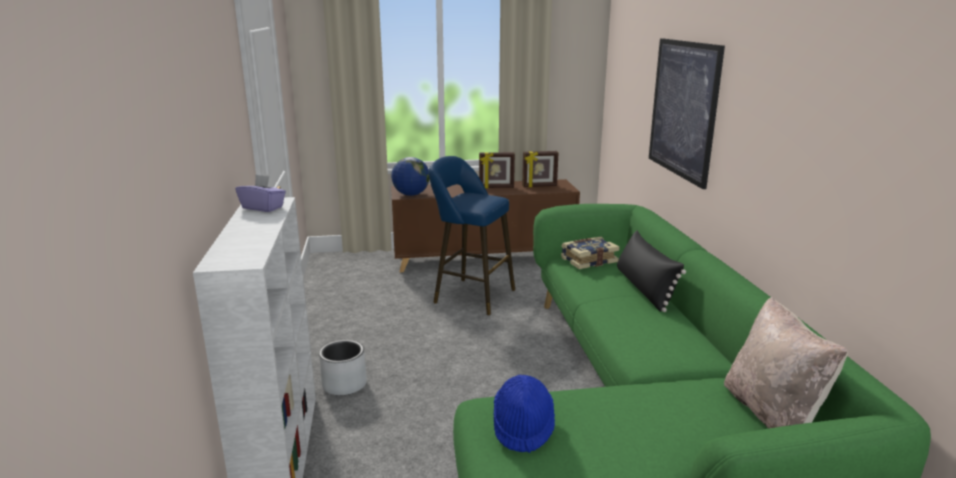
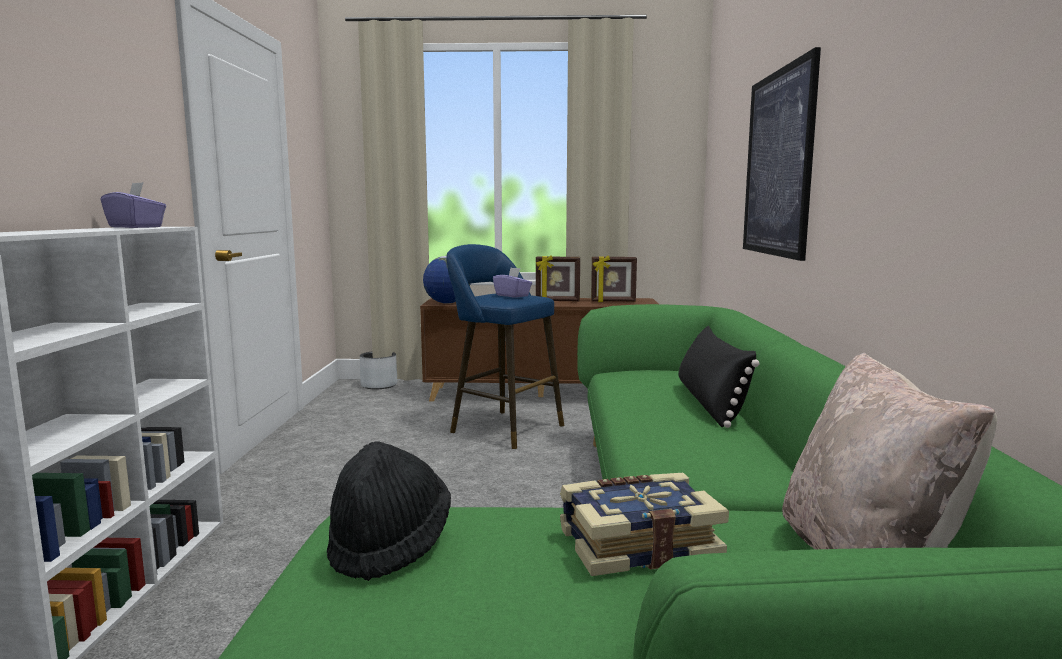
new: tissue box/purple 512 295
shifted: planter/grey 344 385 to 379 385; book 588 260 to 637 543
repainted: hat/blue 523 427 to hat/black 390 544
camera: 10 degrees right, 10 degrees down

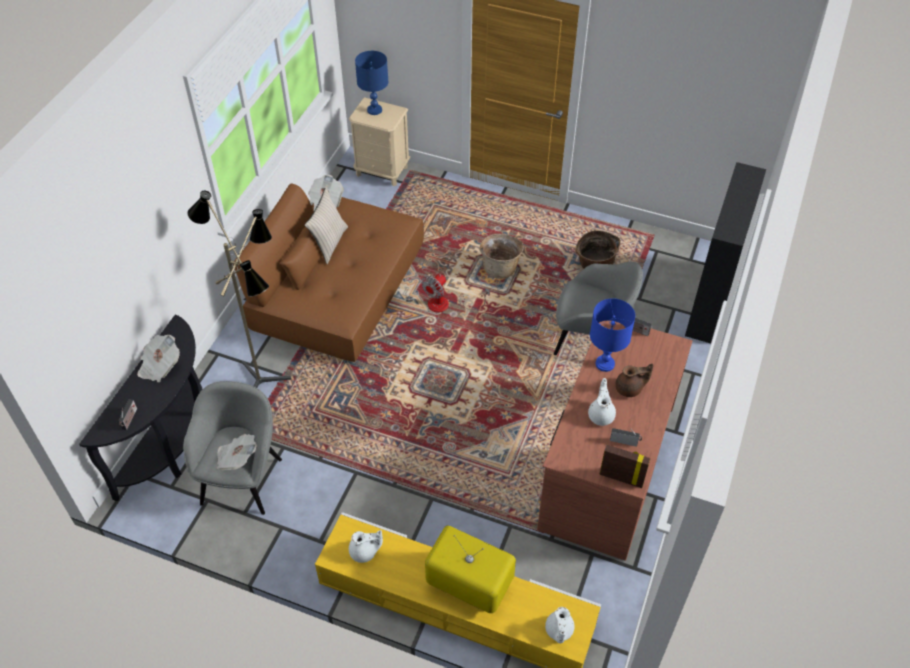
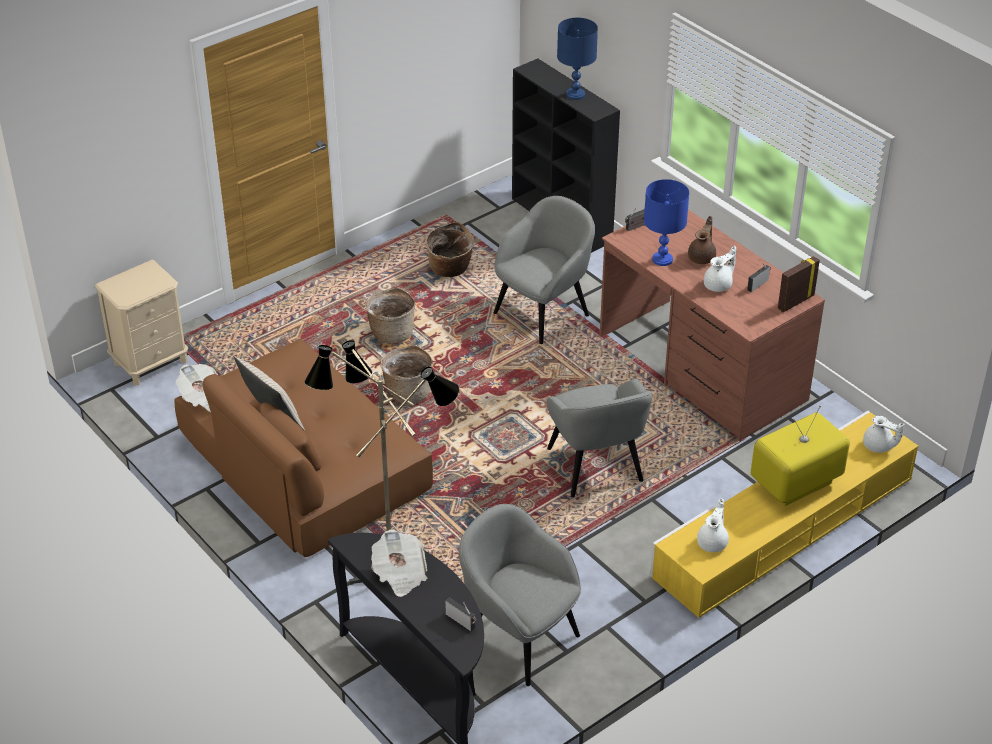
gone: newspaper 237 458
new: armchair/grey 595 467
shifted: table lamp/blue 374 110 to 575 94
swapped: fan 446 305 to basket 408 391
rotated: teapot/white 601 415 = 719 285 105 degrees clockwise
camera: 60 degrees left, 10 degrees down

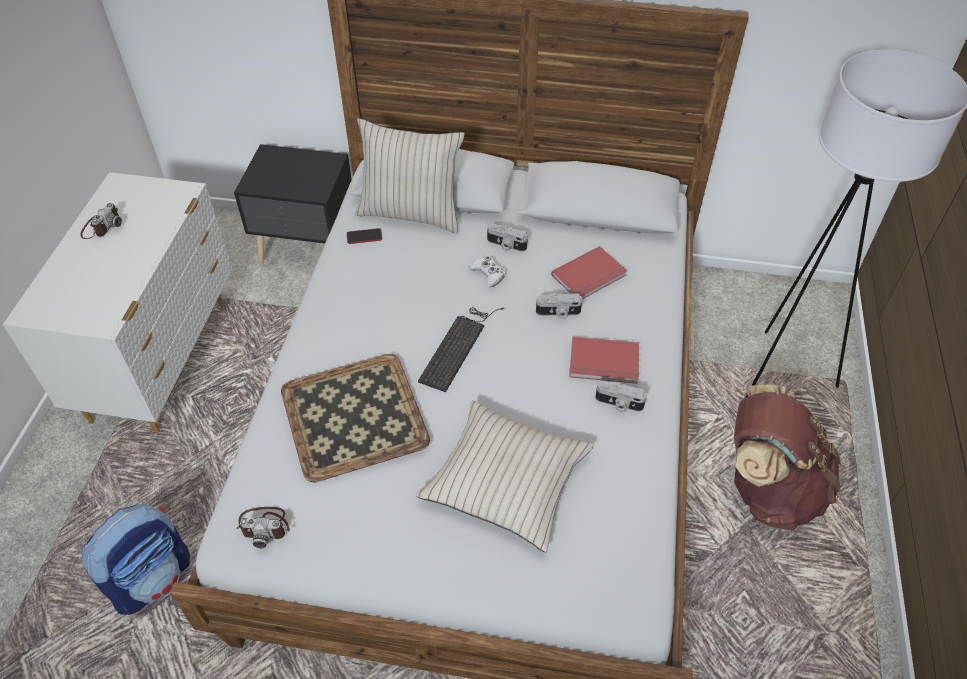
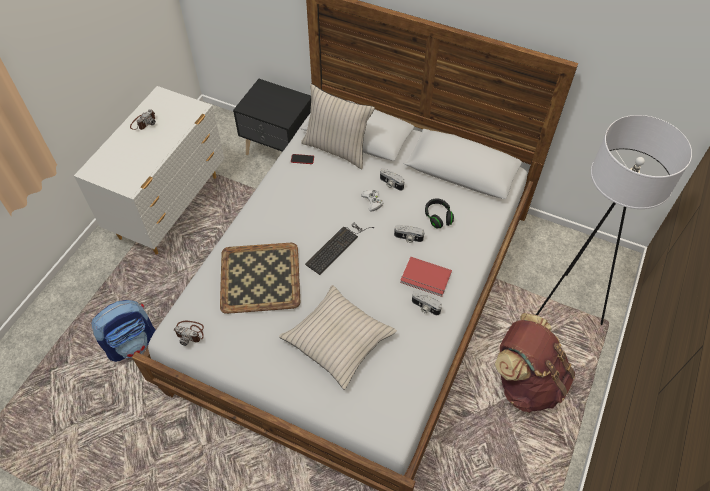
swapped: book/red 590 276 to headphones/black 438 217
camera: 15 degrees right, 5 degrees up

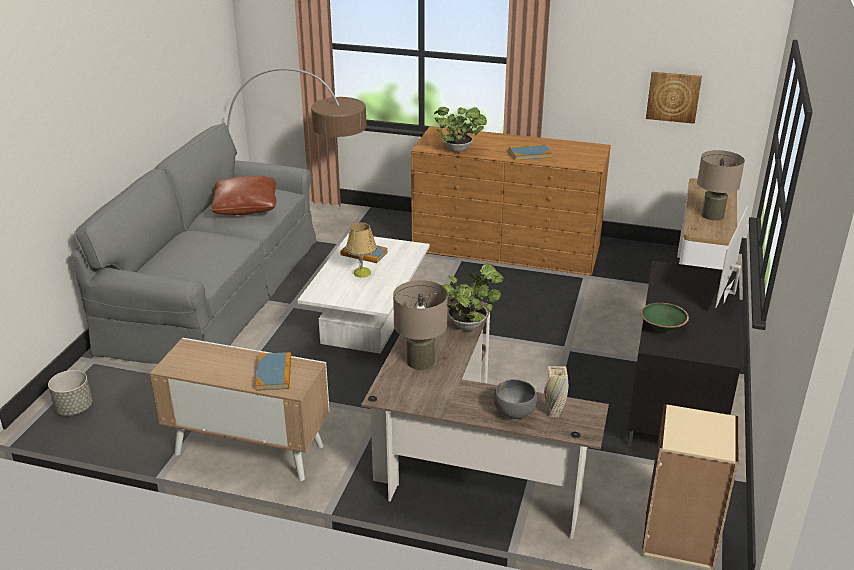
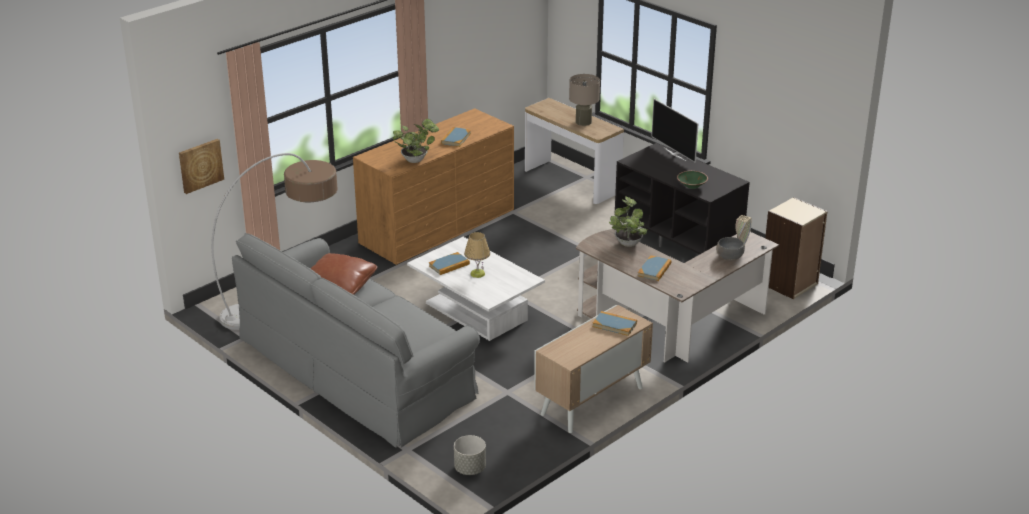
shifted: picture 673 97 to 200 165
swapped: table lamp/beige 420 361 to book 654 270
camera: 60 degrees left, 0 degrees up

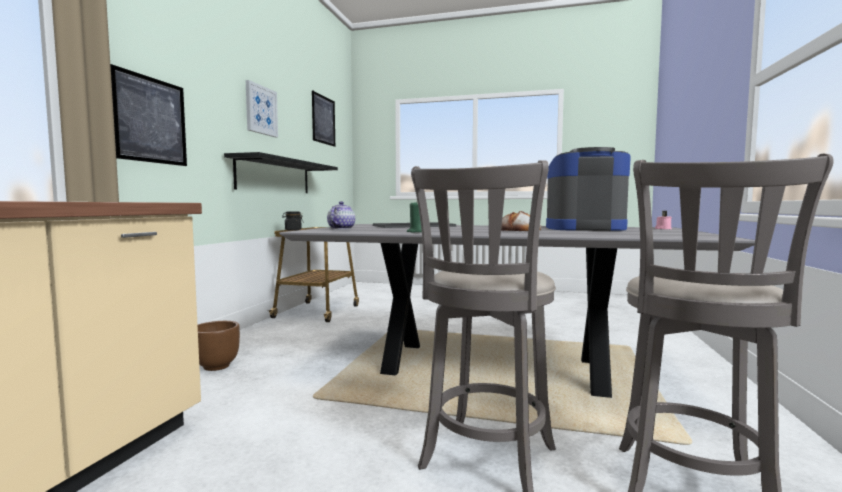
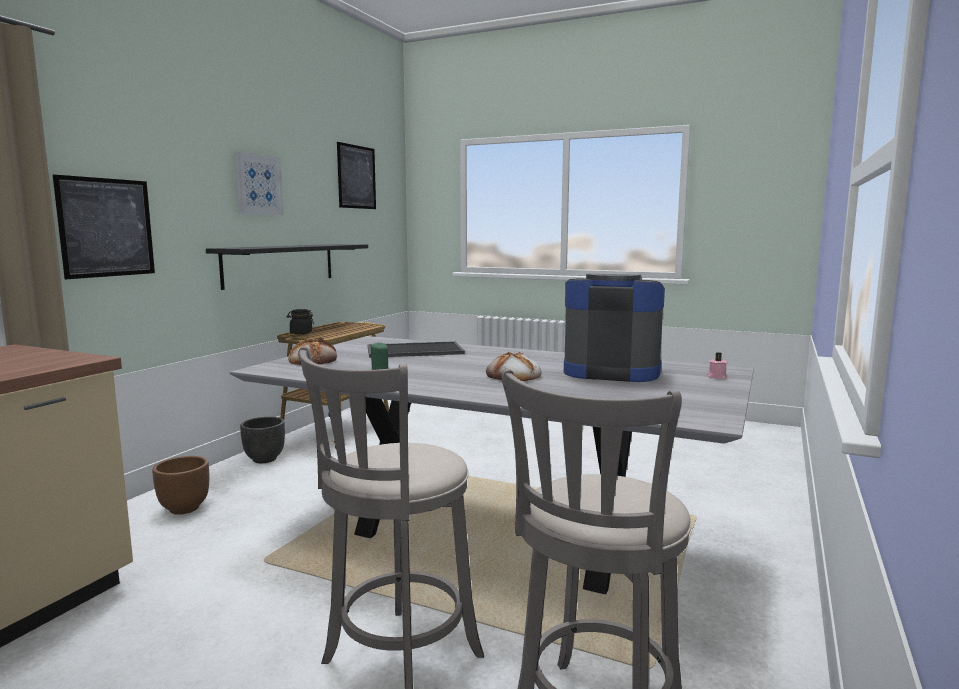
new: planter/black 264 459
swapped: teapot 341 228 to bread 313 360
camera: 10 degrees right, 5 degrees up

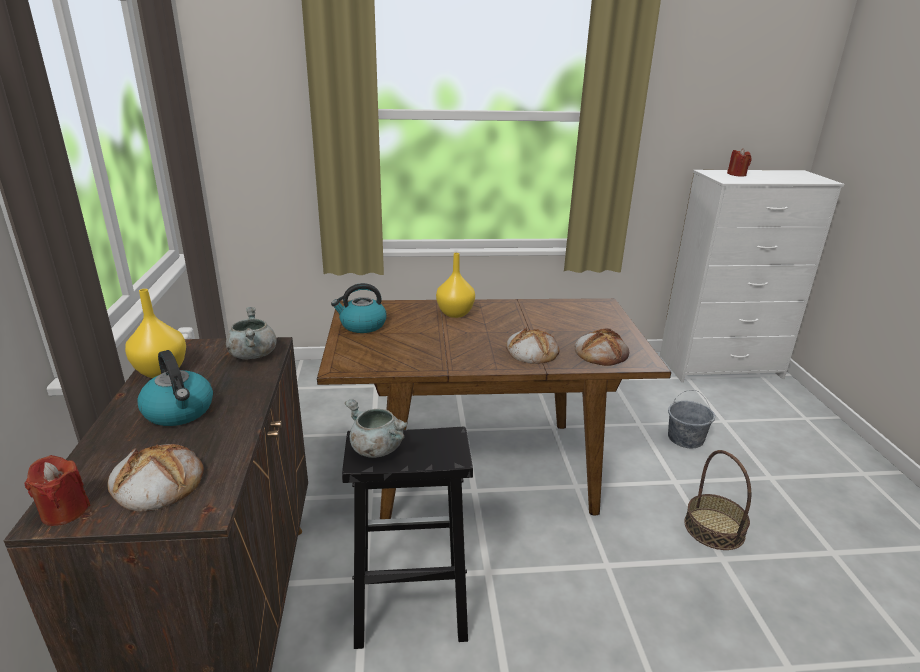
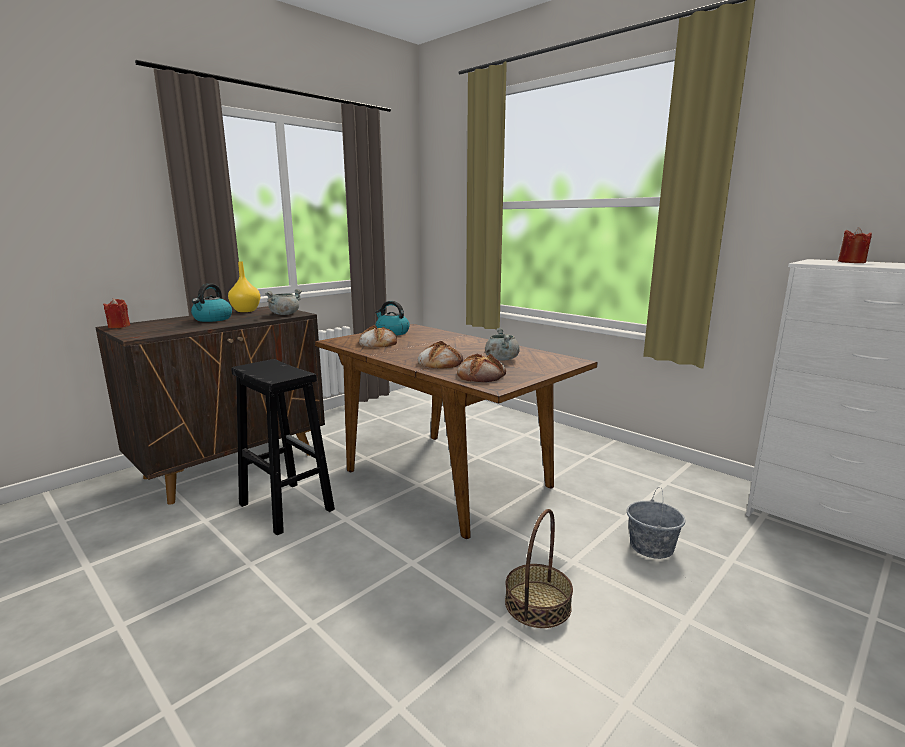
gone: vase/yellow 454 313
shifted: bread 156 483 to 377 343; cooking pot/grey 375 448 to 501 359
camera: 50 degrees right, 10 degrees down

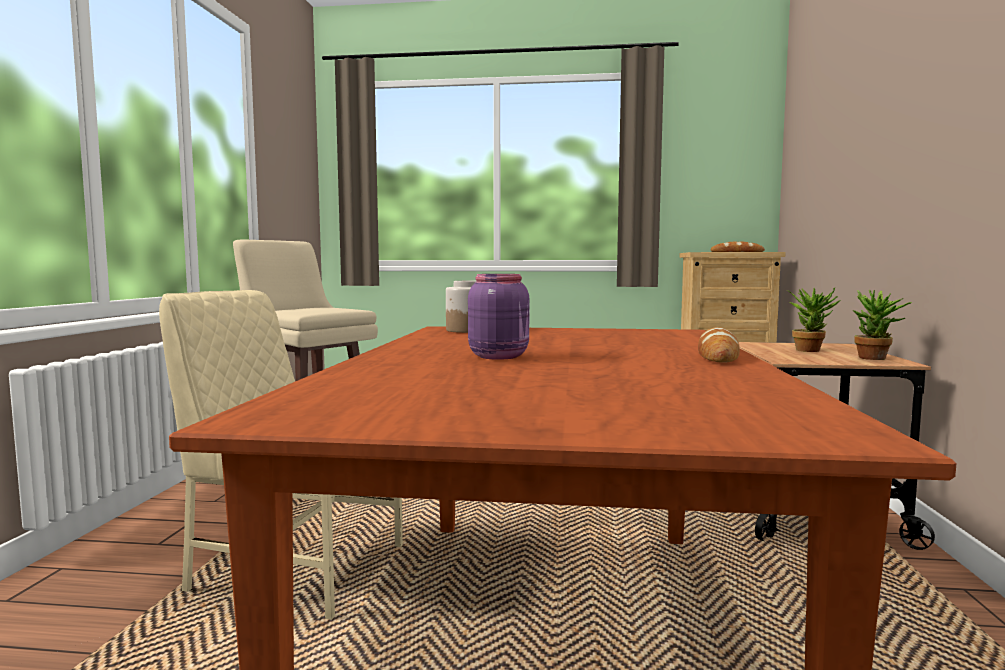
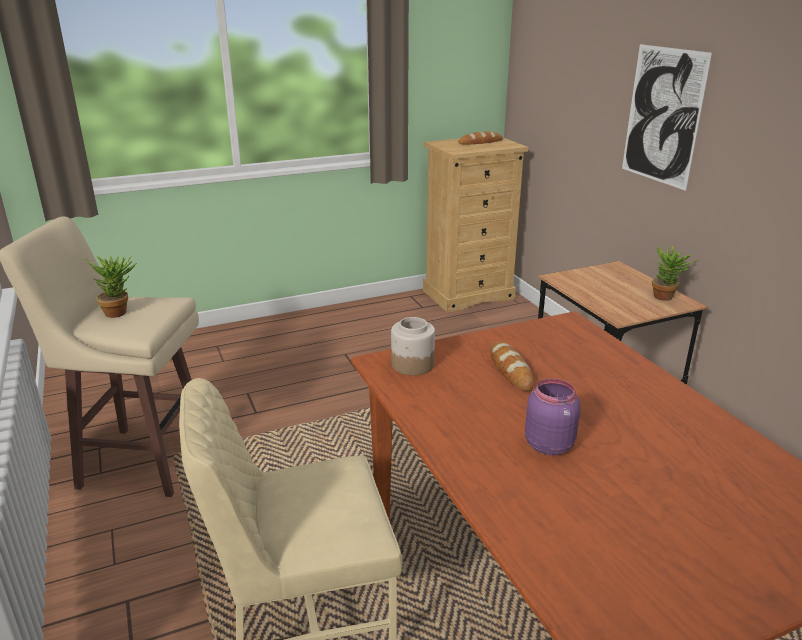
new: picture 662 116
shifted: bread 718 354 to 510 369; potted plant 811 350 to 119 311
camera: 30 degrees left, 20 degrees up

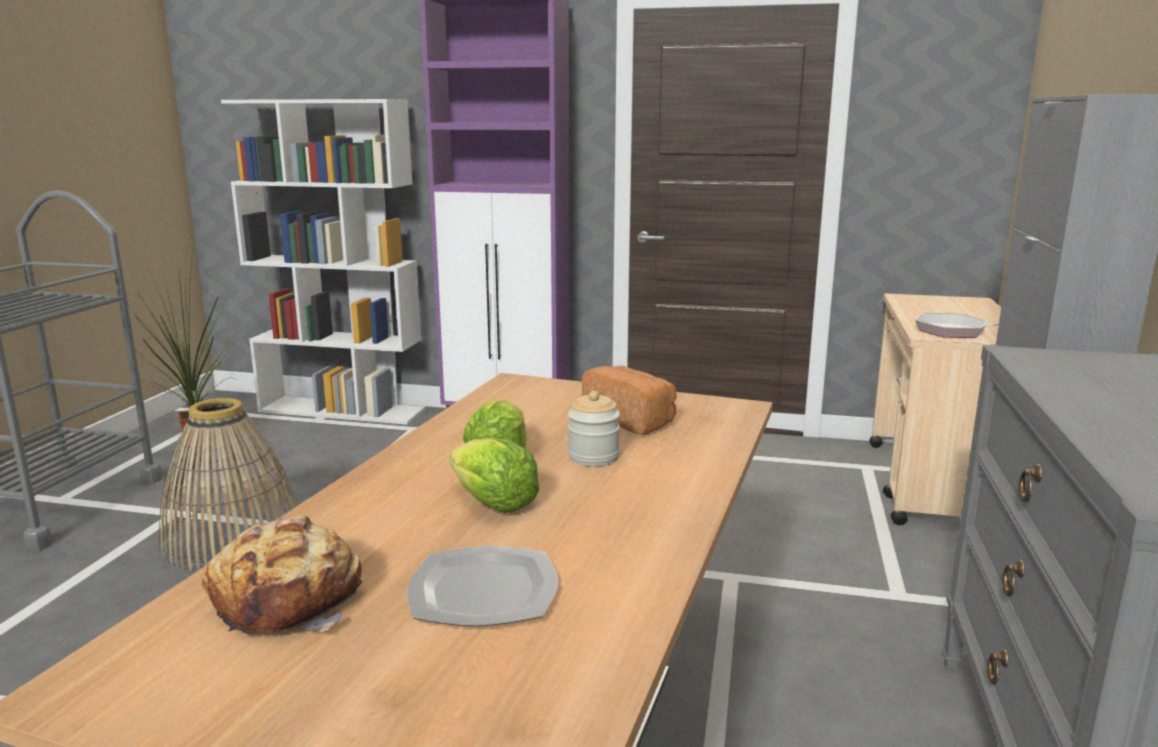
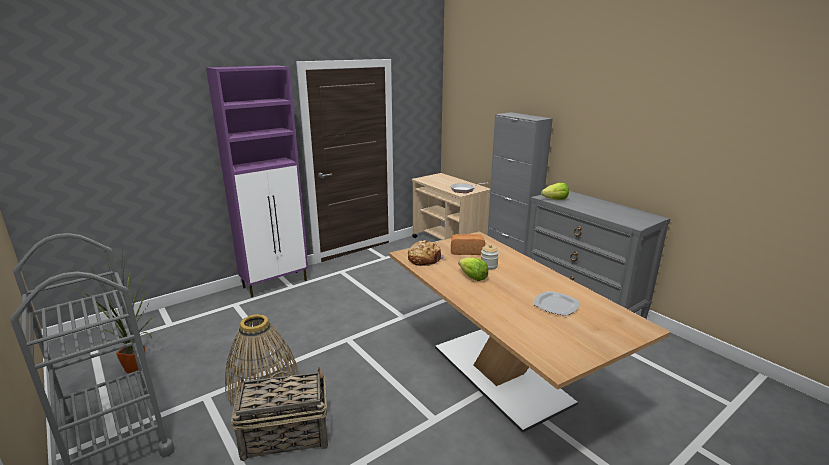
gone: bookcase/white 343 410
new: basket 284 435
shifted: bread 289 599 to 424 259; lettuce 492 503 to 555 199
camera: 50 degrees left, 5 degrees up

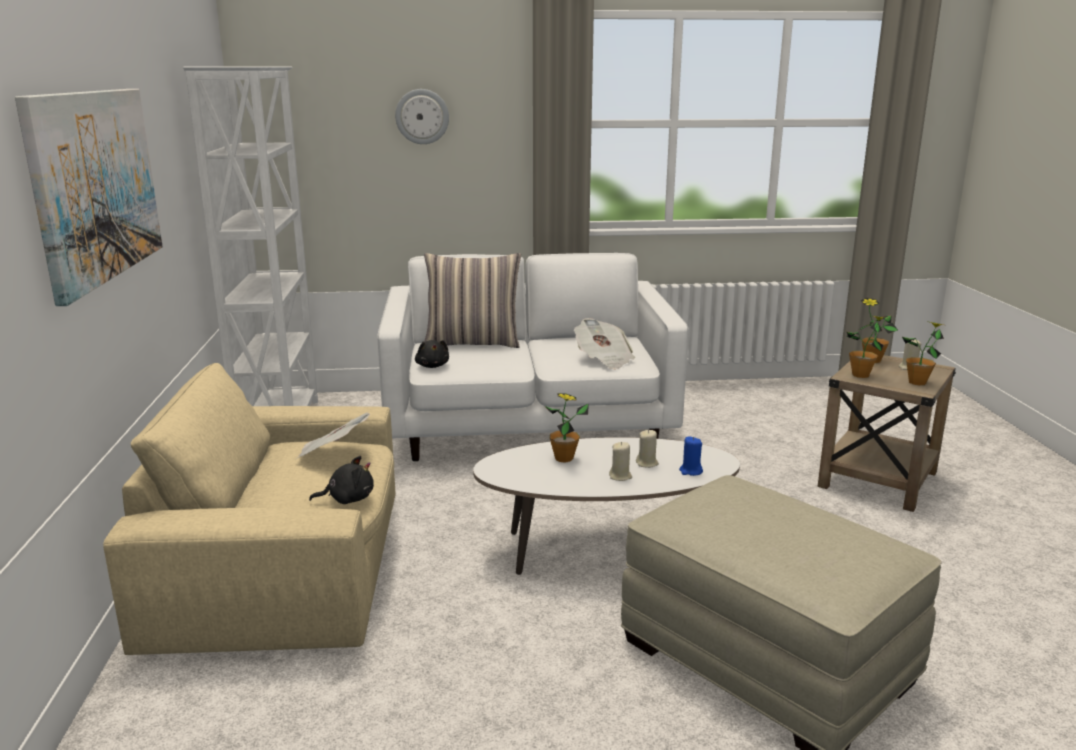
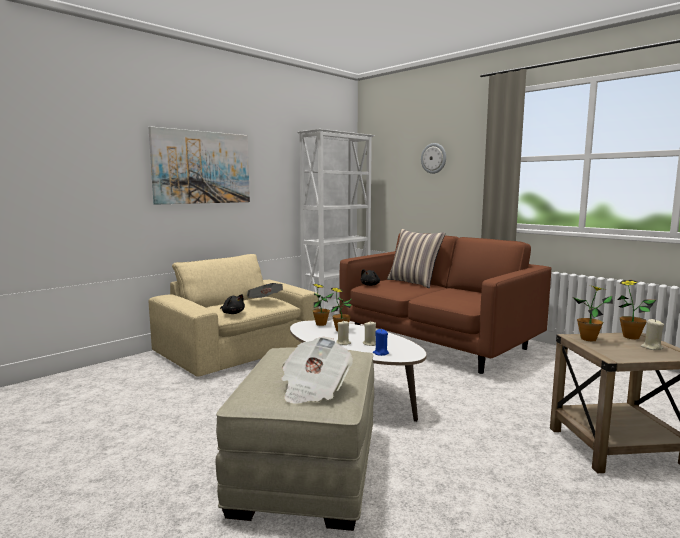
shifted: newspaper 604 359 to 314 389; potted plant 917 382 to 321 324
repainted: sofa/white 528 427 to sofa/brown 436 342
camera: 50 degrees right, 10 degrees down

